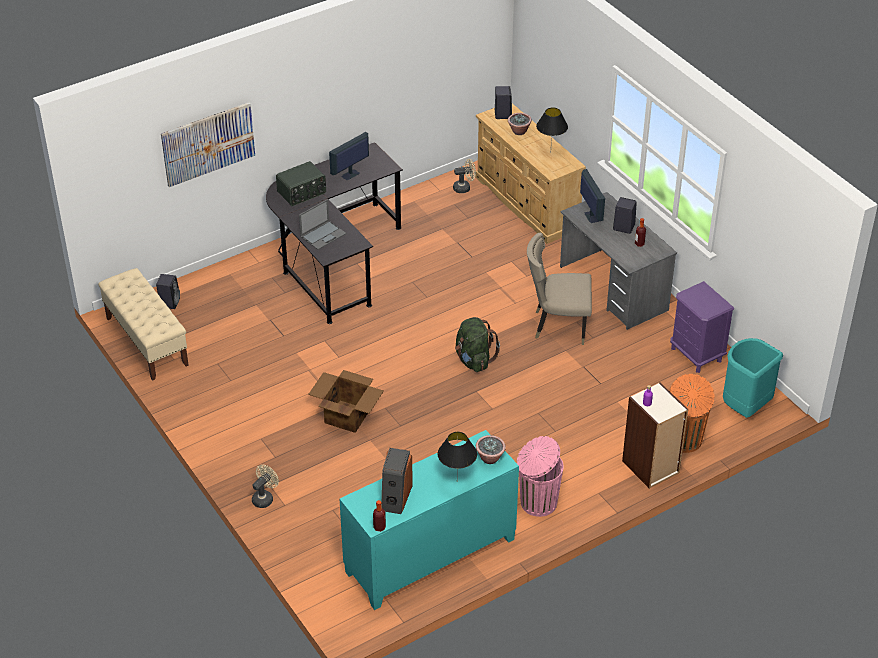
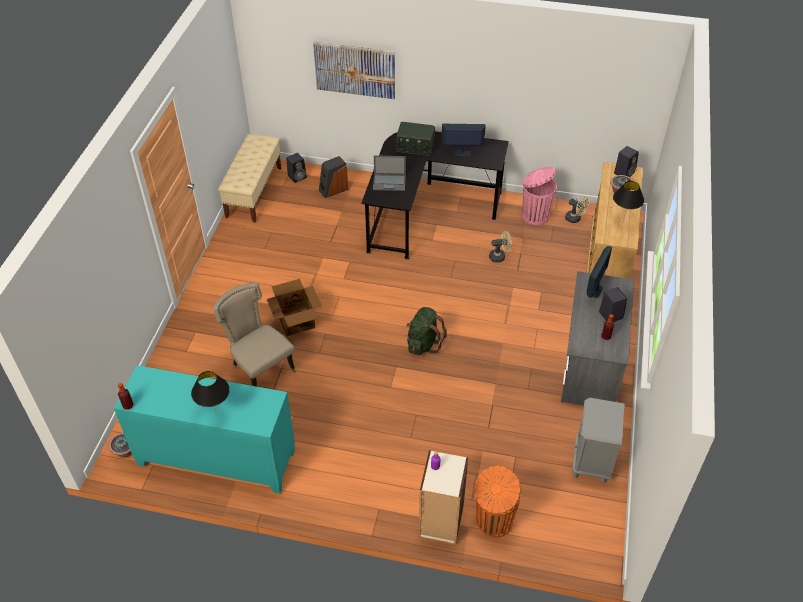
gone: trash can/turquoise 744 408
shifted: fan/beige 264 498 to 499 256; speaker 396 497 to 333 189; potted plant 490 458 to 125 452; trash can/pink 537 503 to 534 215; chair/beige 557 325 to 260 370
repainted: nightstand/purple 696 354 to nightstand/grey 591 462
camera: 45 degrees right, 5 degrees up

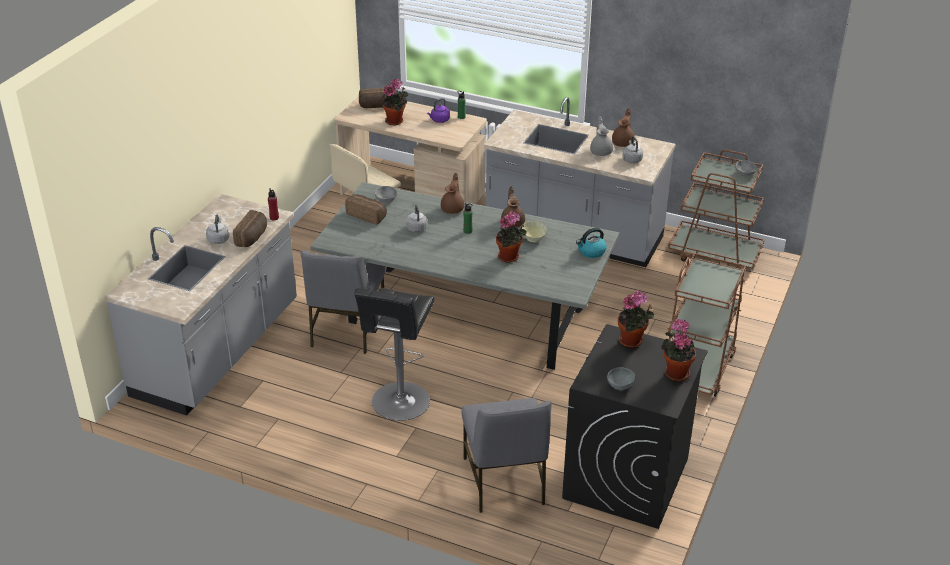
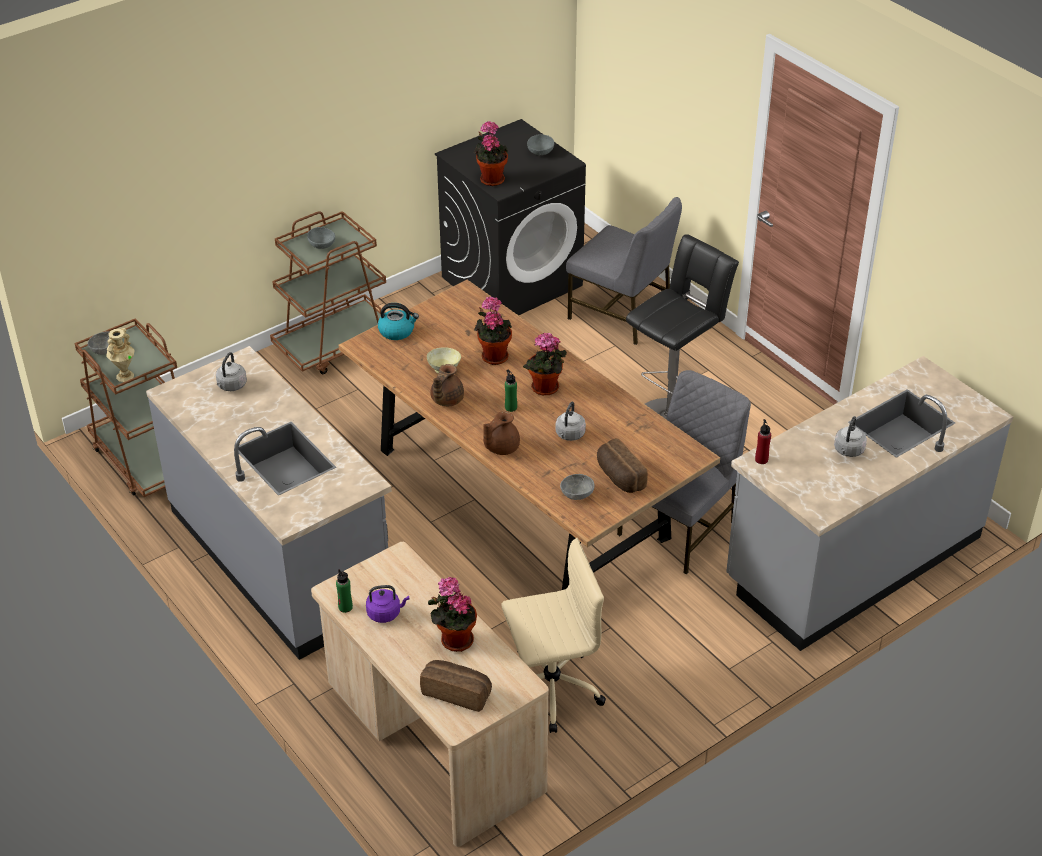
gone: bread 253 237; teapot/grey 601 151; teapot/brown 623 142
new: vase/beige 124 375; bowl/grey 322 244
shifted: potted plant 675 372 to 545 389
repainted: dining table/grey 466 315 to dining table/brown 521 494
rotated: chair/grey 505 481 = 621 315 105 degrees clockwise
camera: 150 degrees left, 5 degrees up

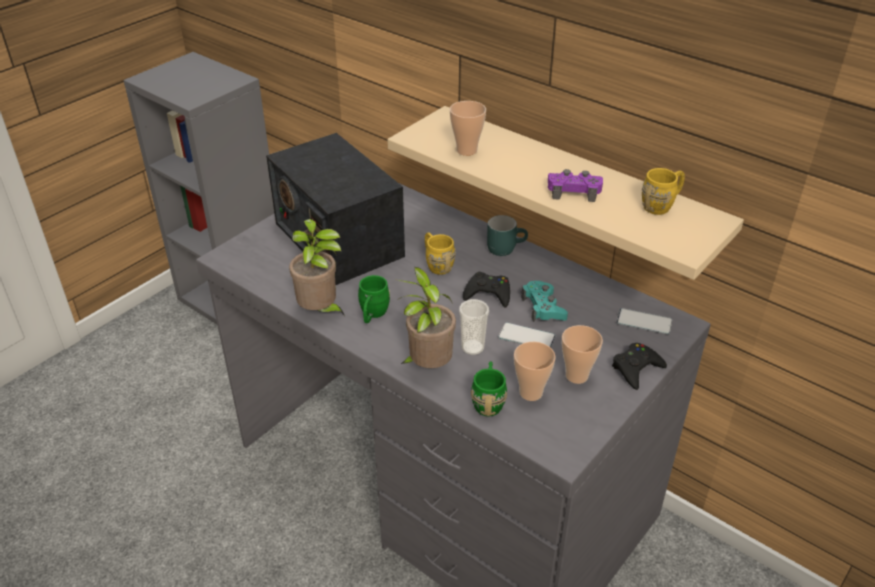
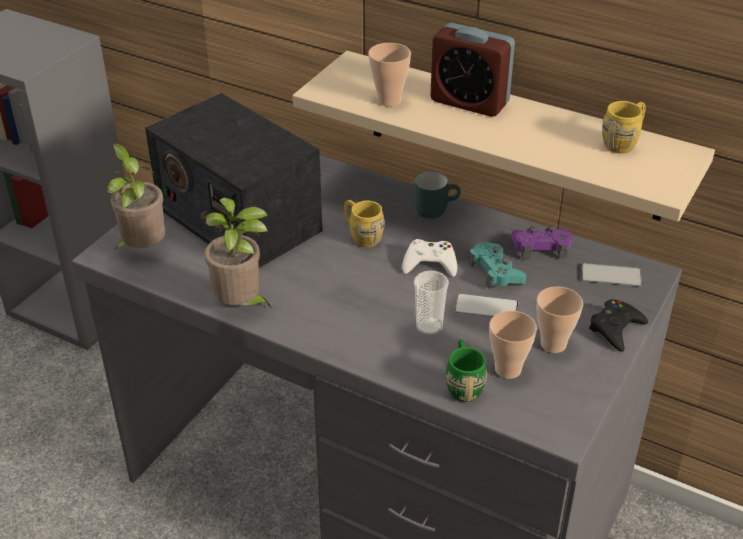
gone: mug/green 372 315
new: alarm clock 469 102
shifted: potted plant 427 366 to 142 249; game controller/purple 574 191 to 541 247
repainted: game controller/black 488 294 to game controller/white 430 263
camera: 10 degrees left, 0 degrees up

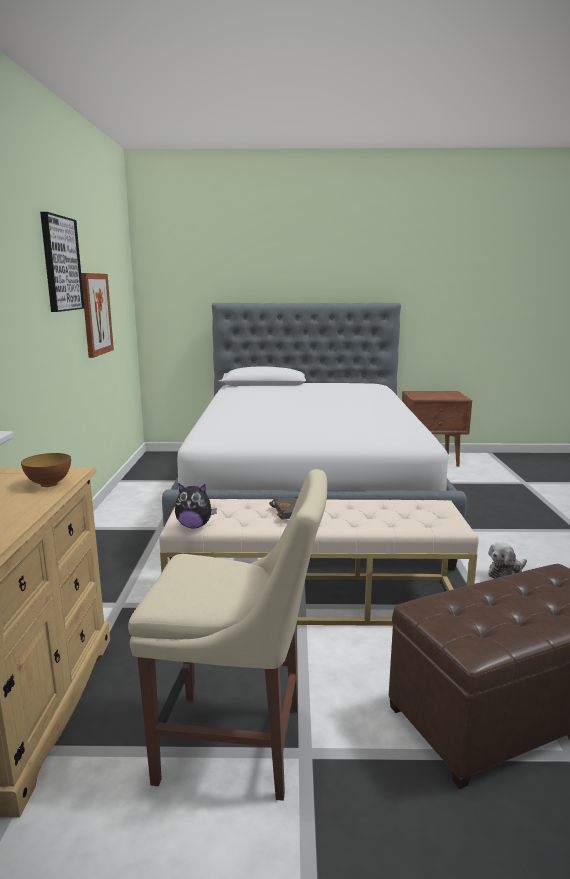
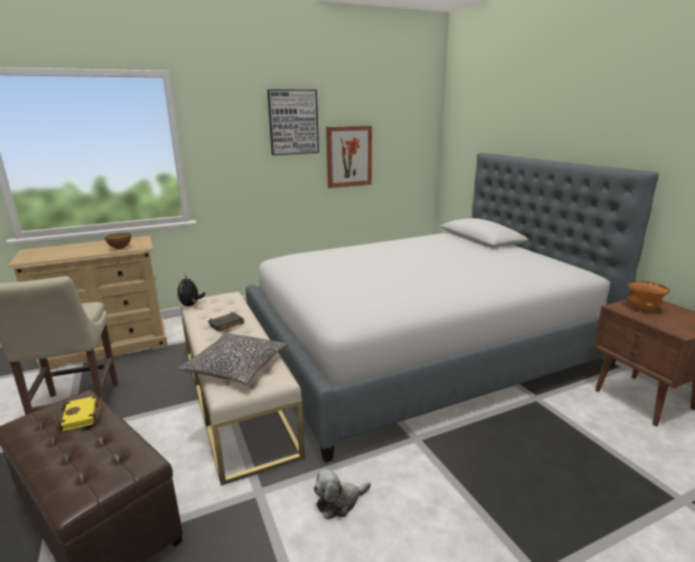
new: book/yellow 83 416; pillow 236 367; bowl/orange 643 309
rotated: plush toy 506 573 = 339 502 60 degrees counterclockwise
camera: 65 degrees right, 5 degrees up

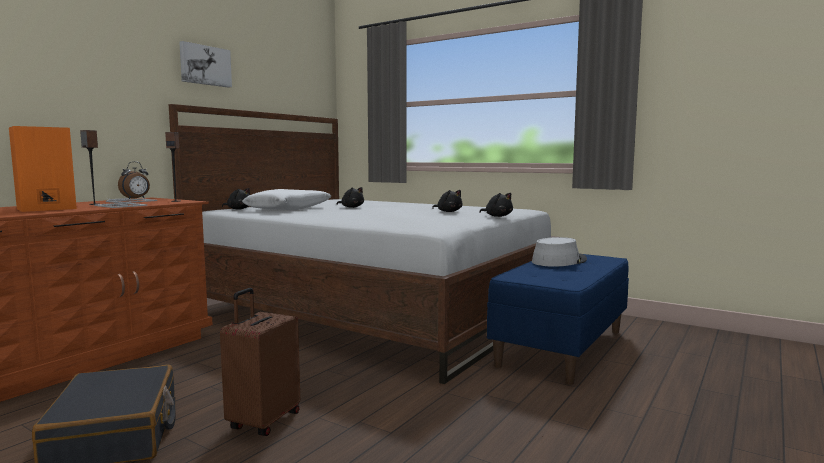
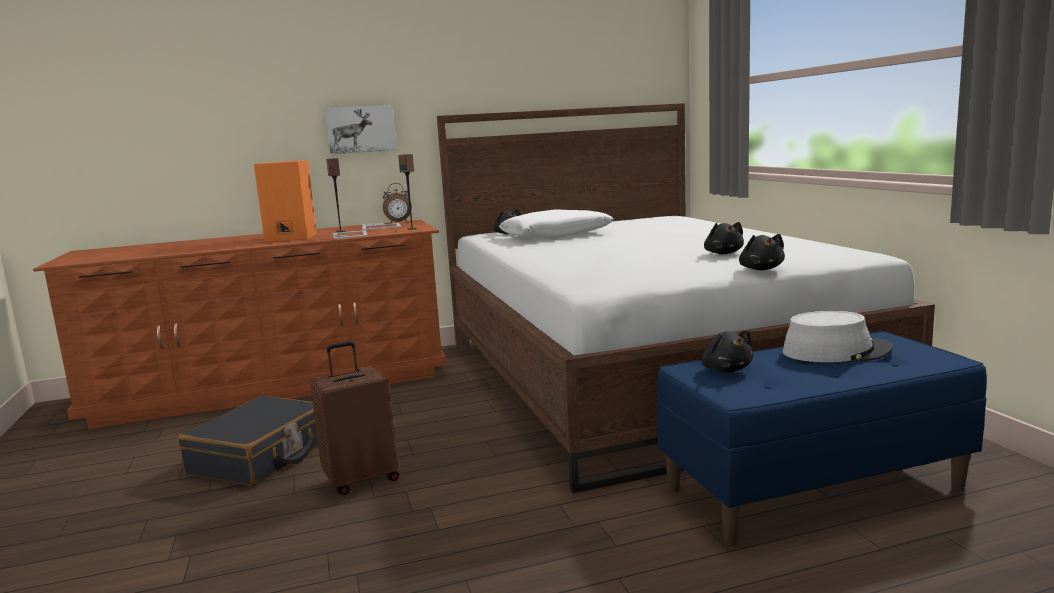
shifted: picture 205 65 to 361 129; plush toy/black 351 207 to 725 369
camera: 40 degrees right, 5 degrees up

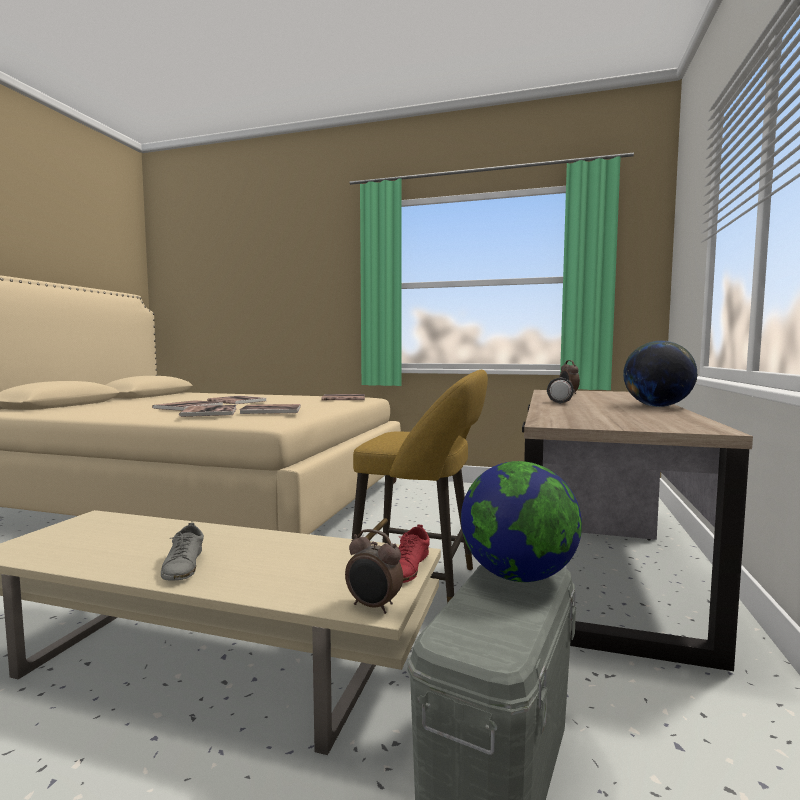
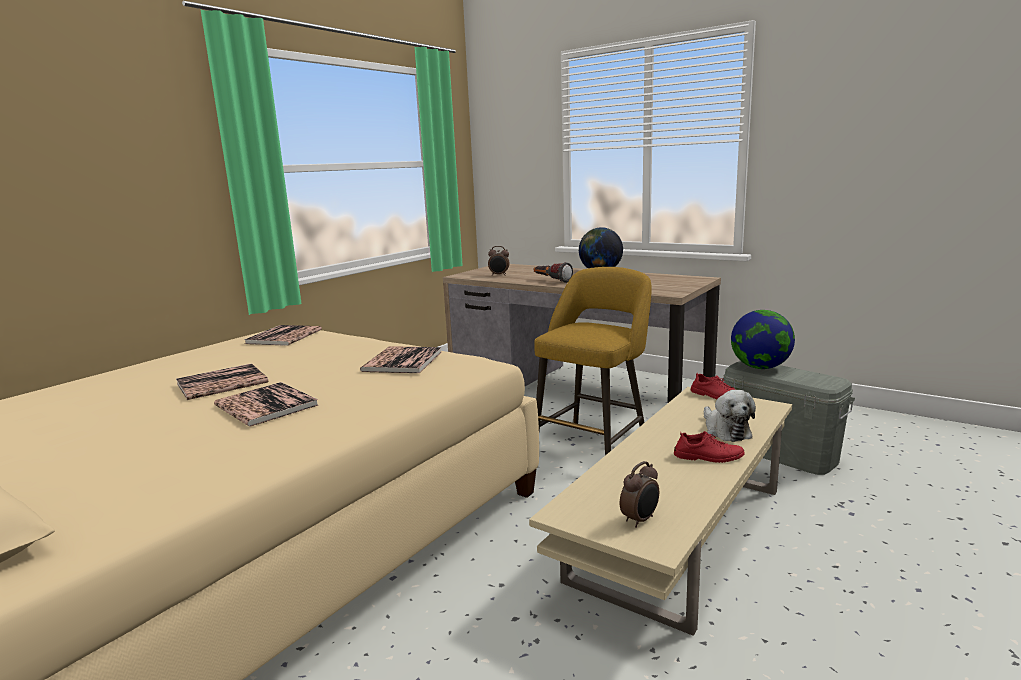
gone: book 209 412
new: plush toy 725 430
shifted: alarm clock 373 606 to 640 520
repainted: shoe/grey 183 566 to shoe/red 708 456
camera: 70 degrees left, 10 degrees up

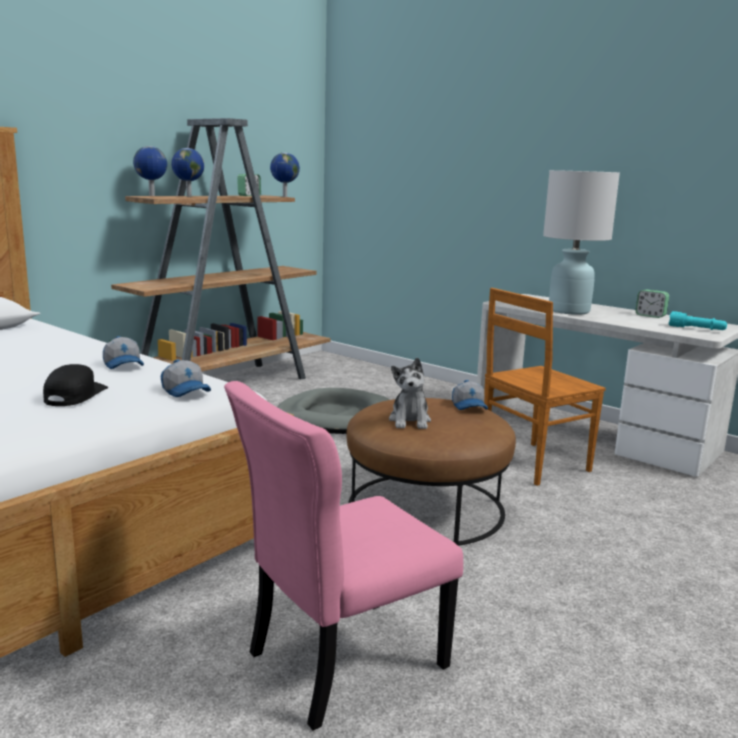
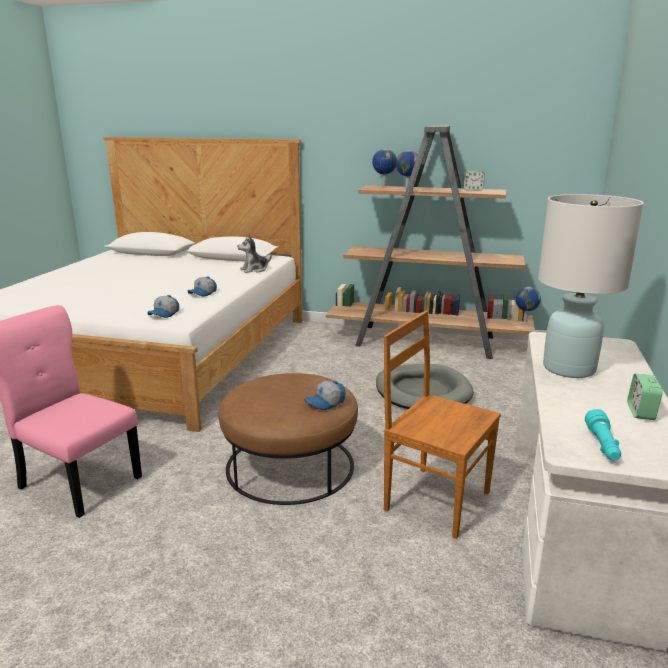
gone: cap/black 75 395
shifted: globe 284 196 to 524 321; plush toy 410 421 to 254 270
camera: 65 degrees right, 5 degrees up

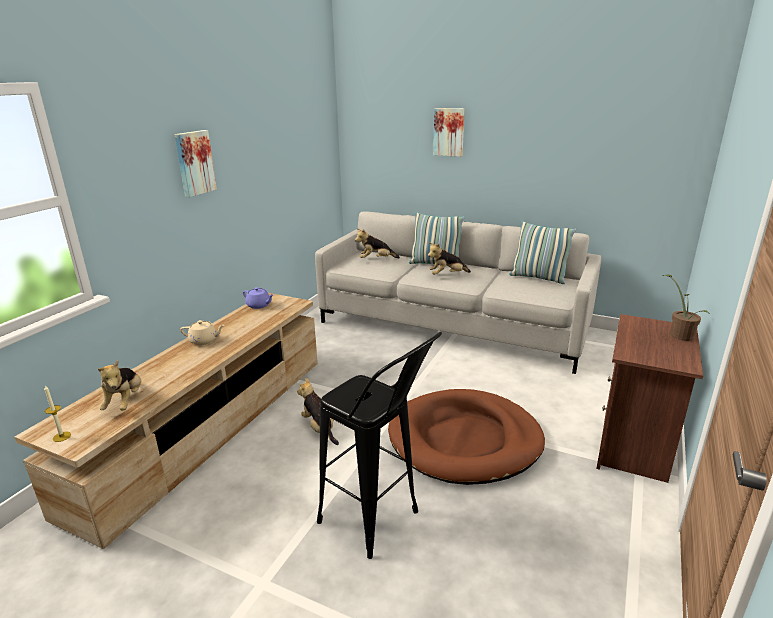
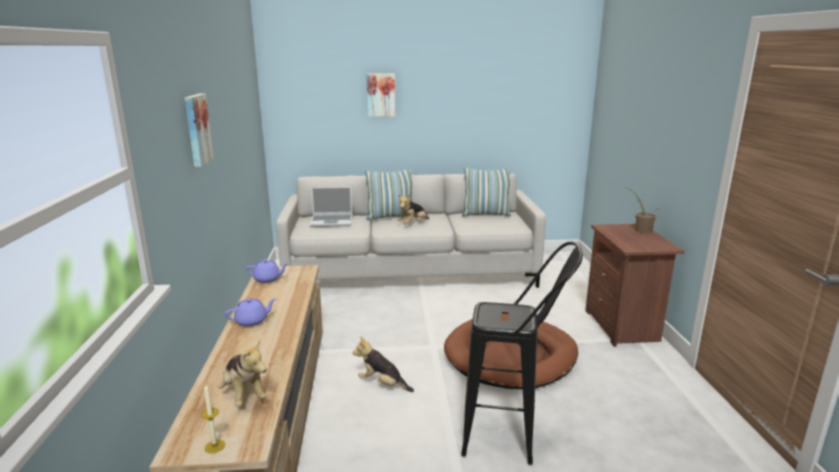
swapped: plush toy 376 260 to laptop 332 221
repainted: teapot/beige 204 340 to teapot/purple 252 321
camera: 30 degrees left, 5 degrees down

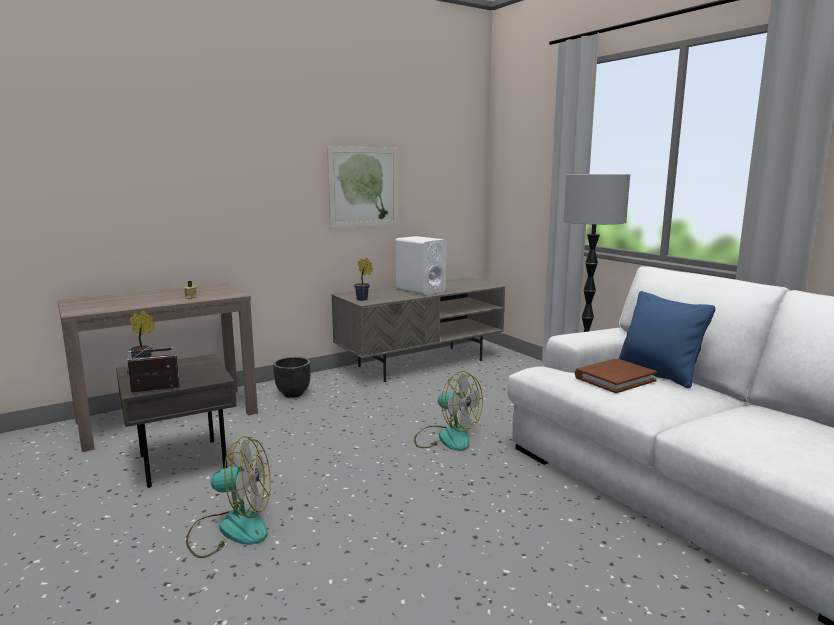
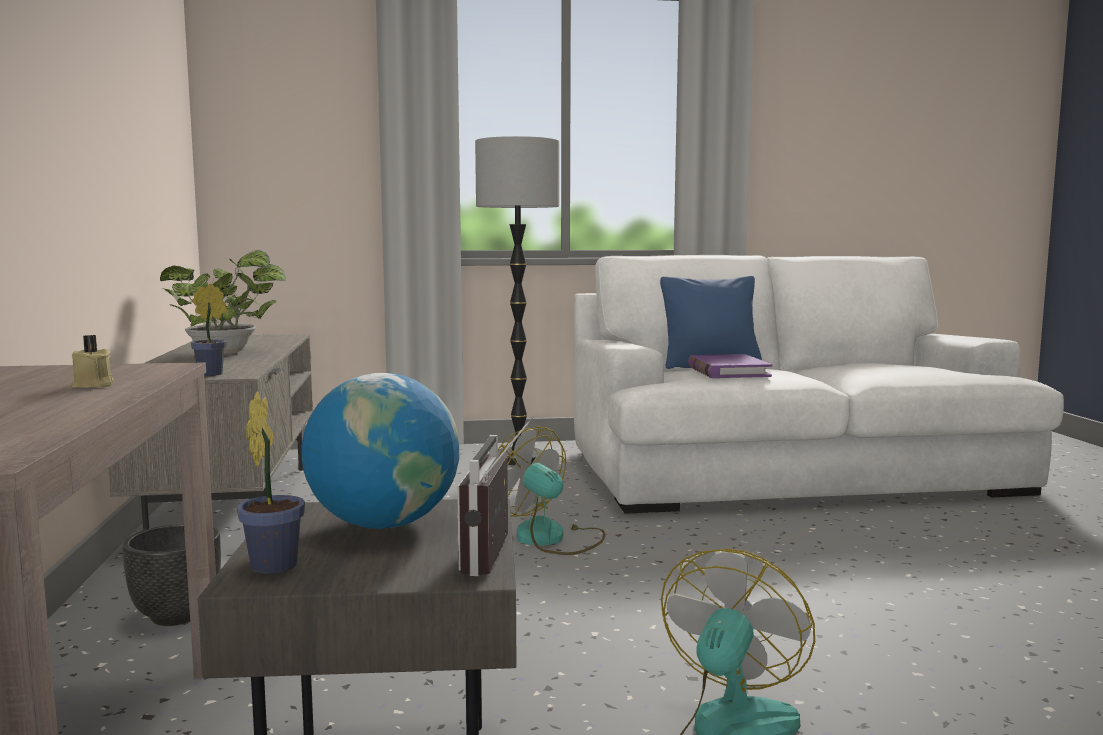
gone: picture 364 187
new: globe 384 524
swapped: speaker/white 420 290 to potted plant 227 353
repainted: book/brown 614 379 to book/purple 727 371
rotated: fan 446 437 = 550 538 105 degrees counterclockwise
camera: 65 degrees left, 5 degrees down

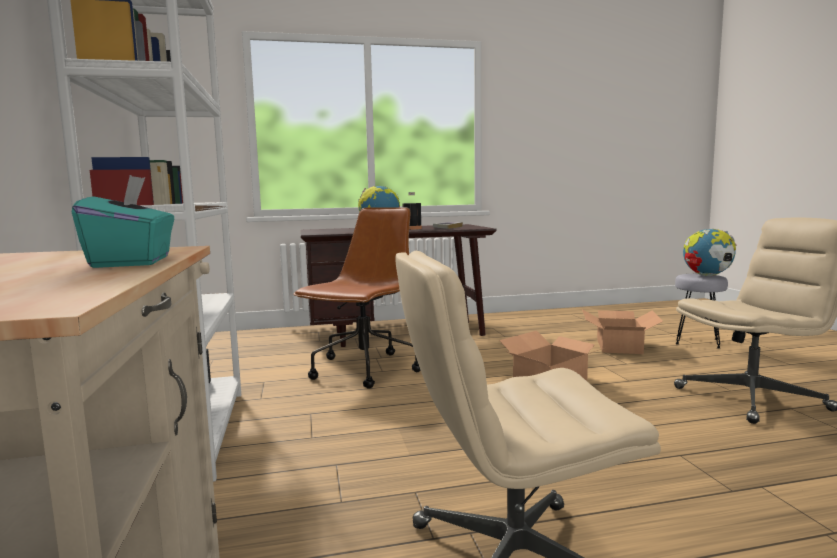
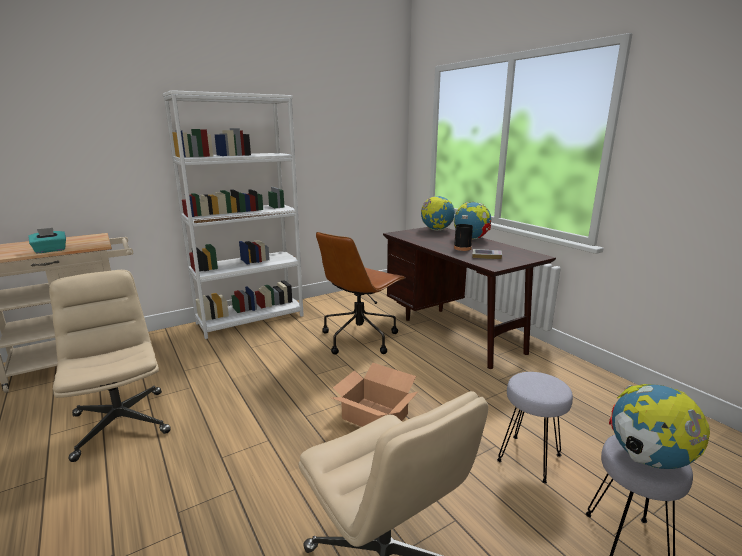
new: globe 436 230
swapped: cardboard box 619 346 to stool/grey 530 459
rotated: office chair/brown 364 370 = 360 338 120 degrees clockwise
camera: 70 degrees right, 10 degrees up

